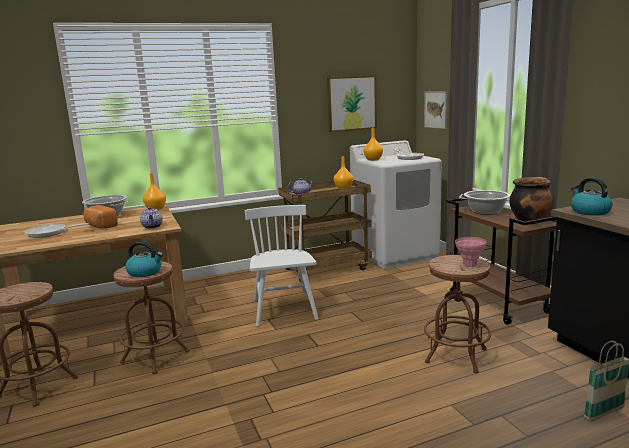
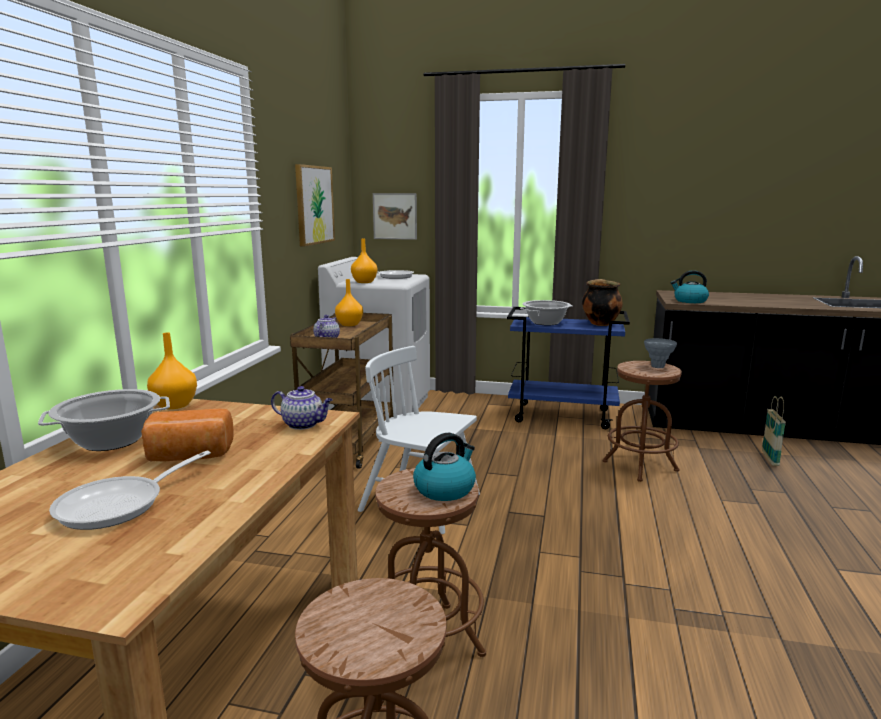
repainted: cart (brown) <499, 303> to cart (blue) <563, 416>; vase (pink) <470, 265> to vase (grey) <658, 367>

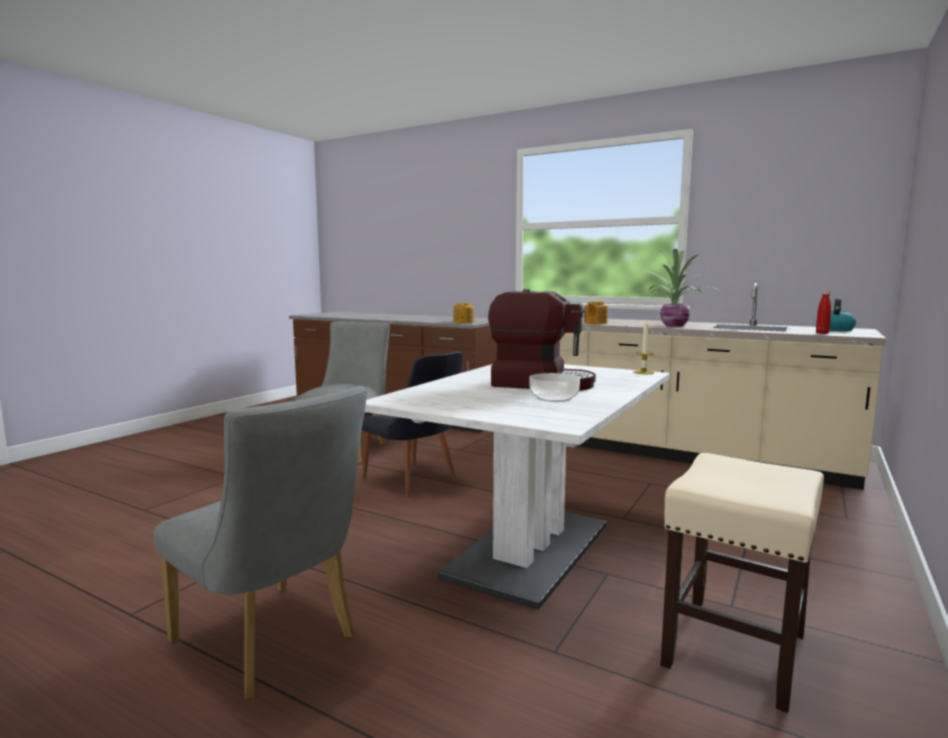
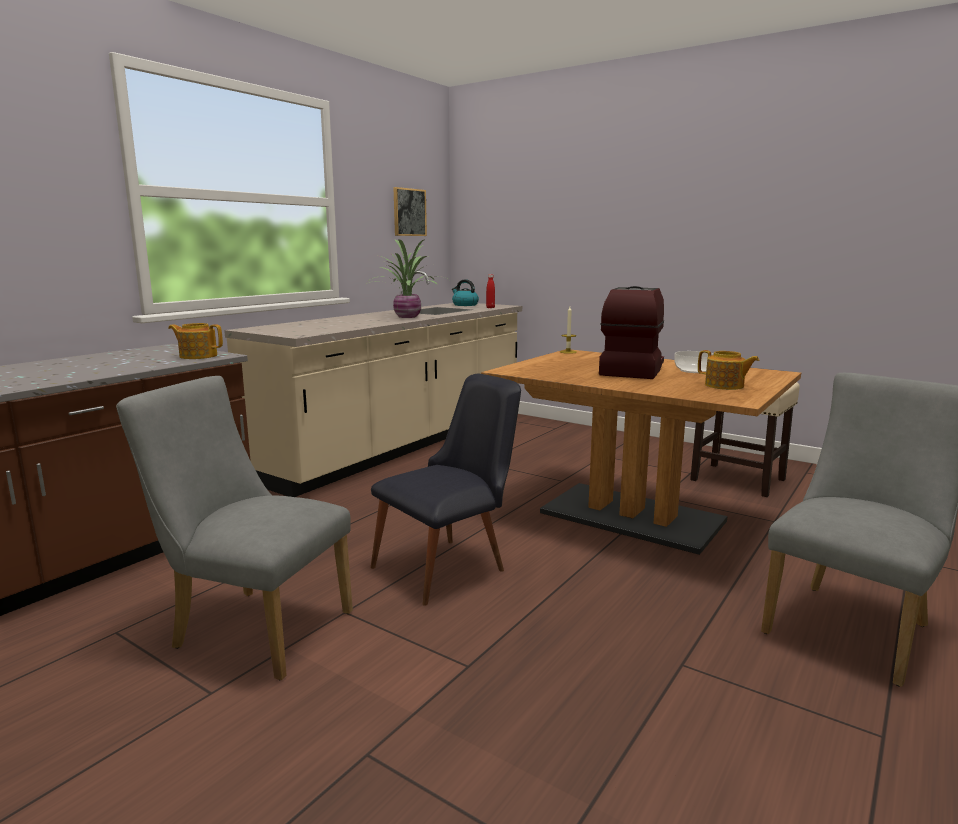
new: picture <409, 212>
shifted: teapot <594, 323> to <725, 386>
repainted: dining table (white) <530, 550> to dining table (brown) <631, 517>

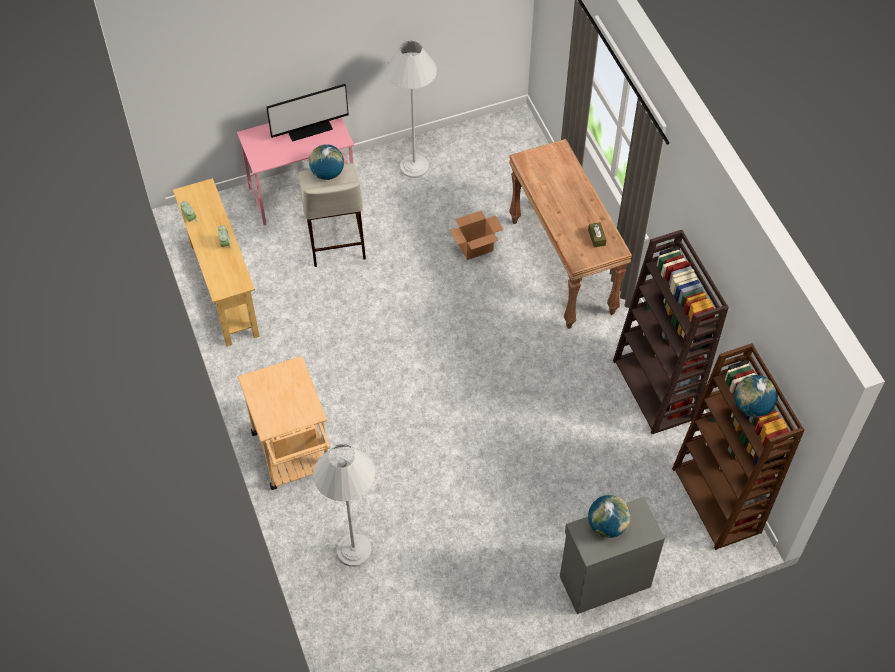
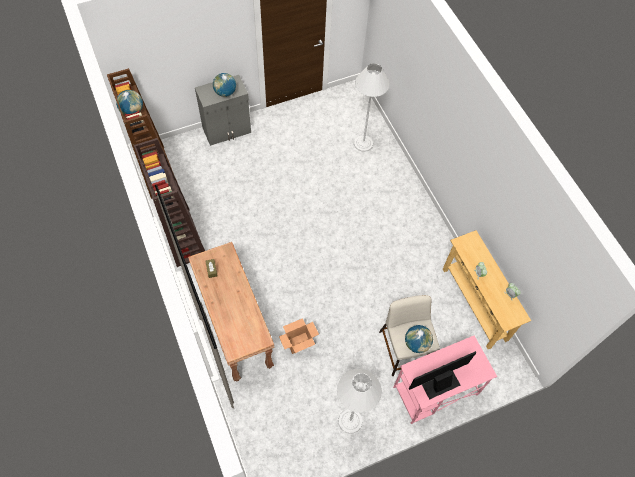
gone: cart (beige) <294, 458>

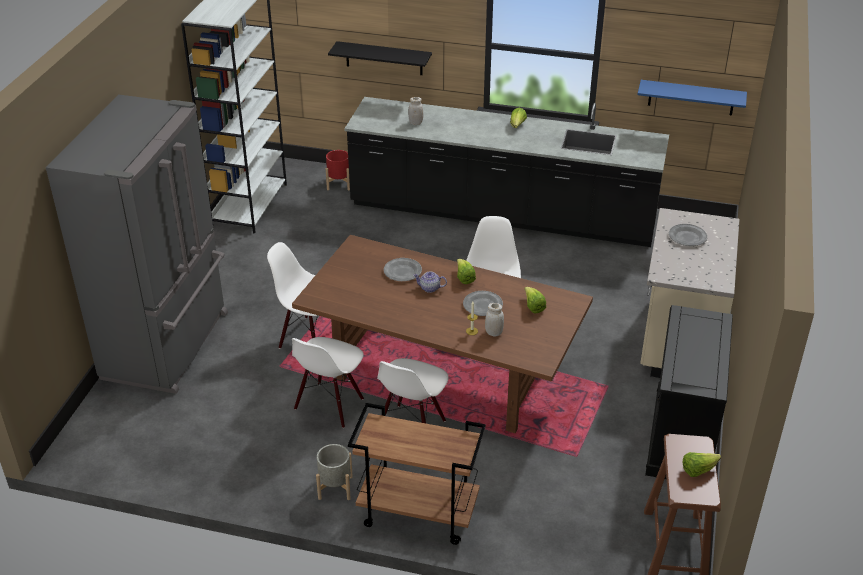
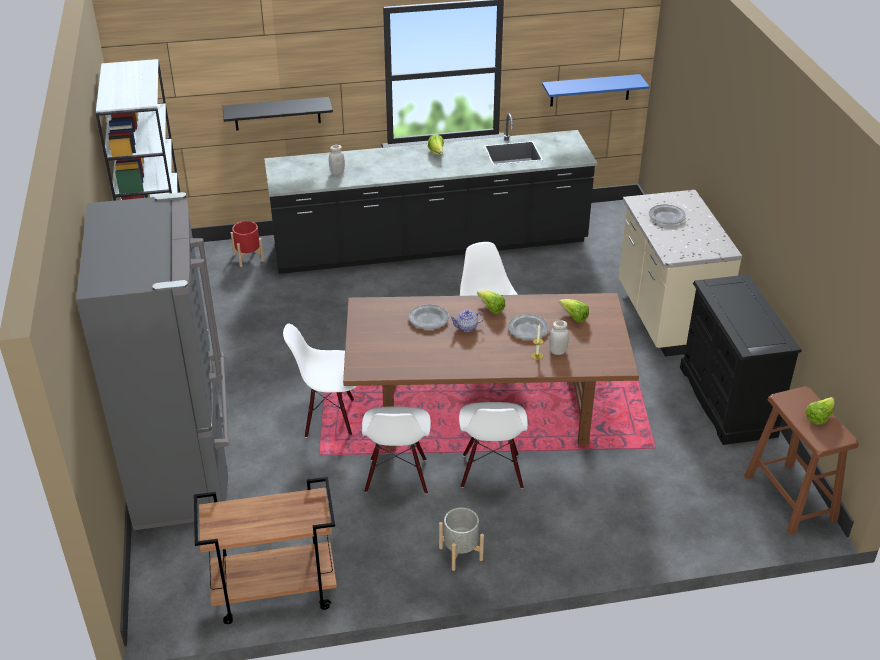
shifted: cart (brown) <417, 514> to <273, 593>

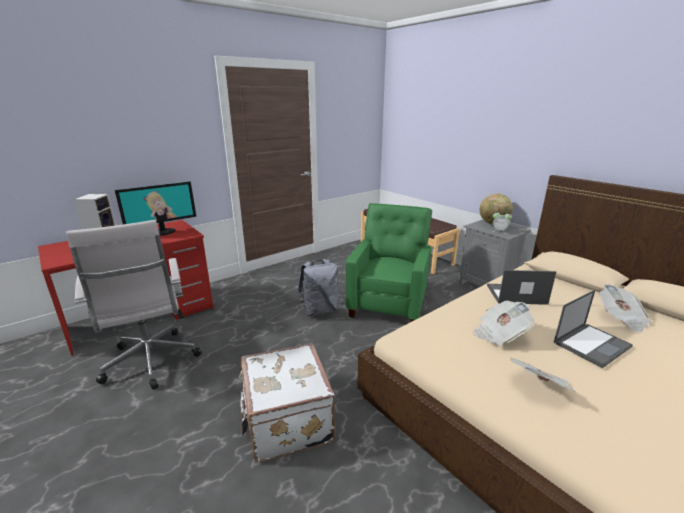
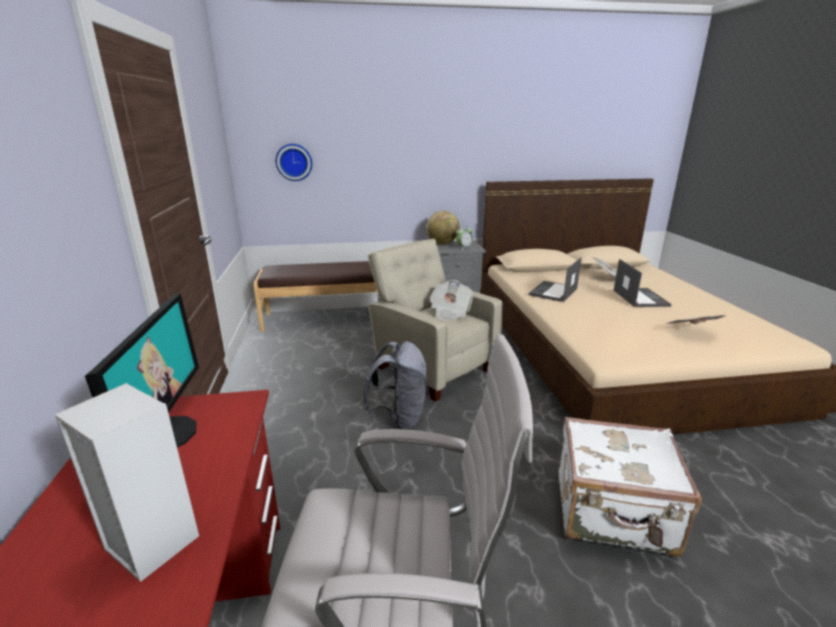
new: wall clock <294, 162>
shifted: newspaper <499, 334> to <450, 312>
repainted: armchair (green) <389, 303> to armchair (beige) <432, 367>

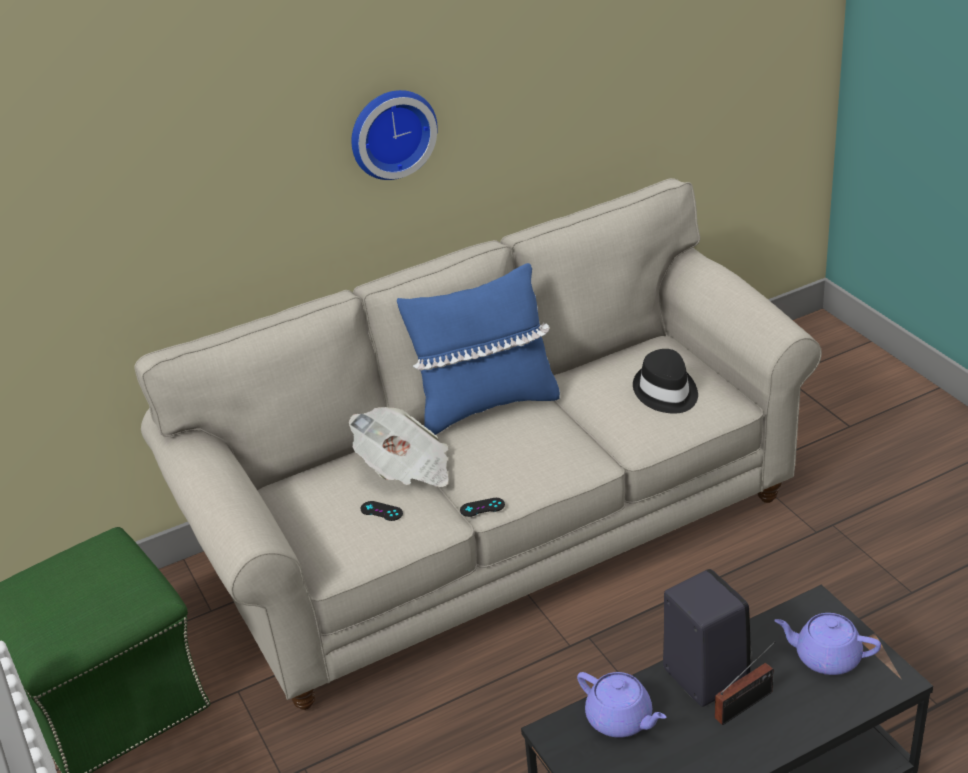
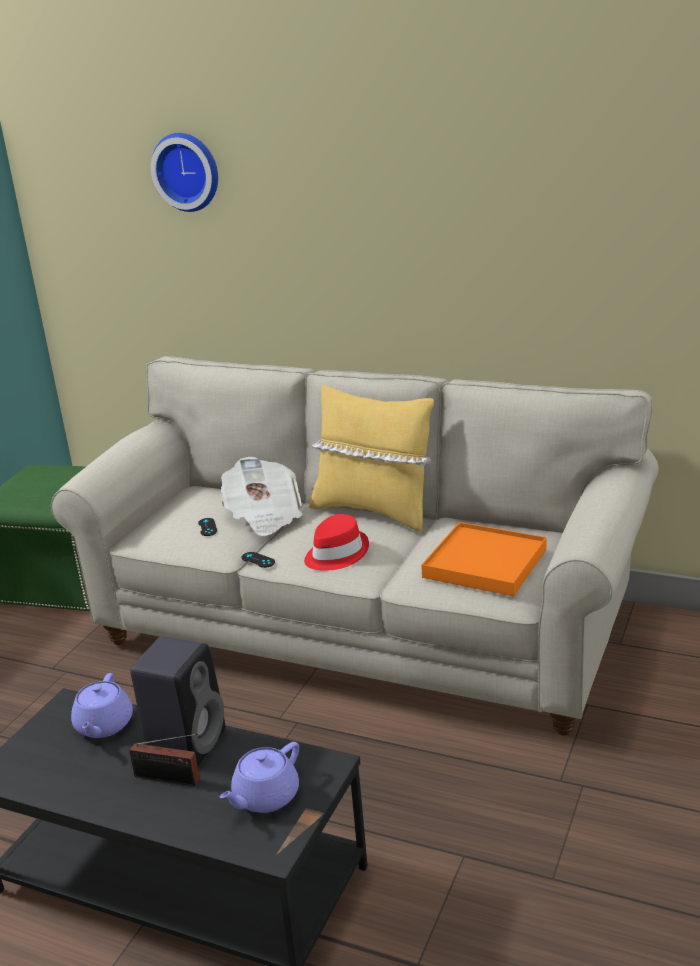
new: hat (red) <336, 554>
shifted: wall clock <391, 132> to <188, 171>
swapped: hat (black) <666, 392> to tray (orange) <484, 563>
repainted: pillow (blue) <485, 406> to pillow (yellow) <373, 511>
rotated: teapot (purple) <826, 657> = <265, 797> 120 degrees counterclockwise

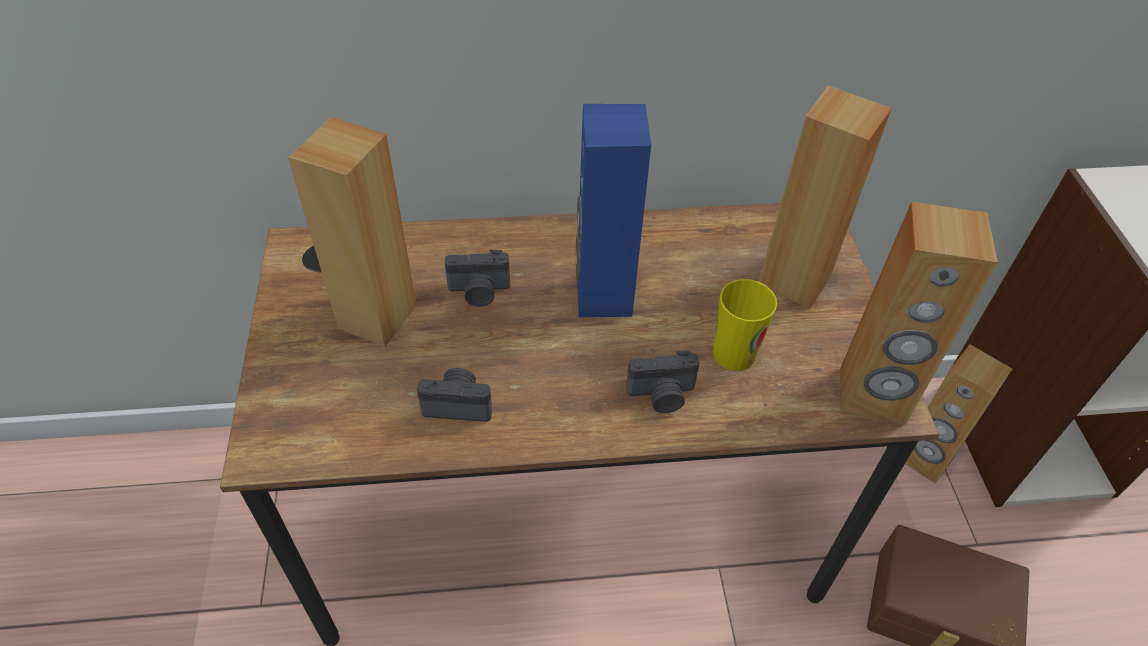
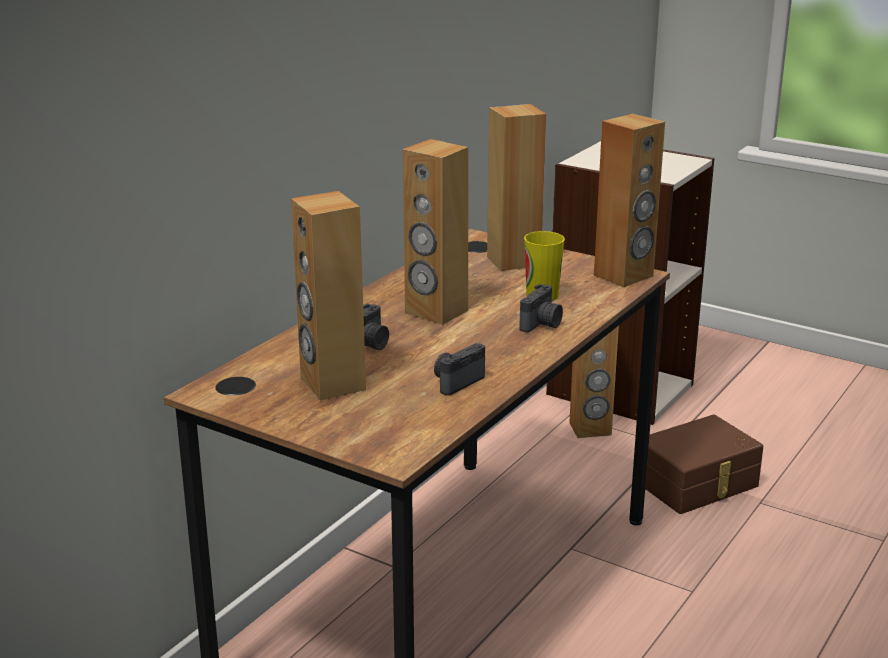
repainted: speaker (blue) <602, 295> to speaker (brown) <436, 312>

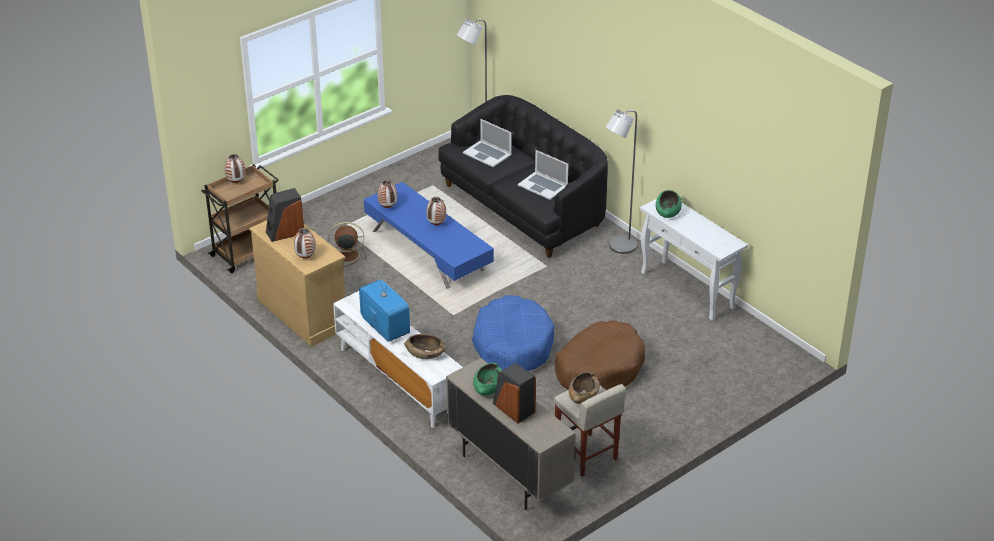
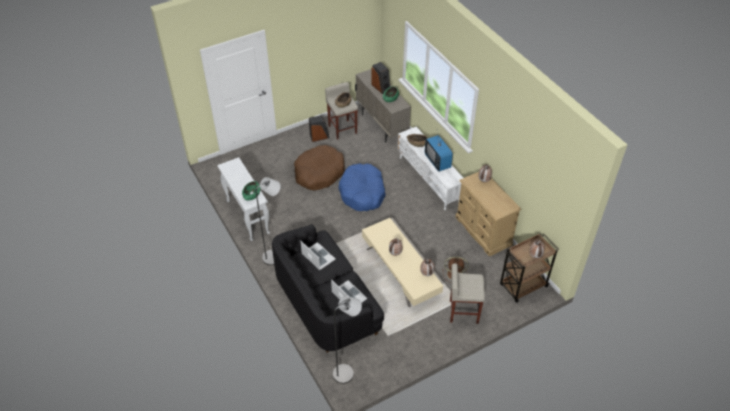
new: stool (beige) <463, 311>
shifted: speaker <285, 232> to <319, 136>
repainted: coffee table (blue) <429, 251> to coffee table (beige) <400, 271>

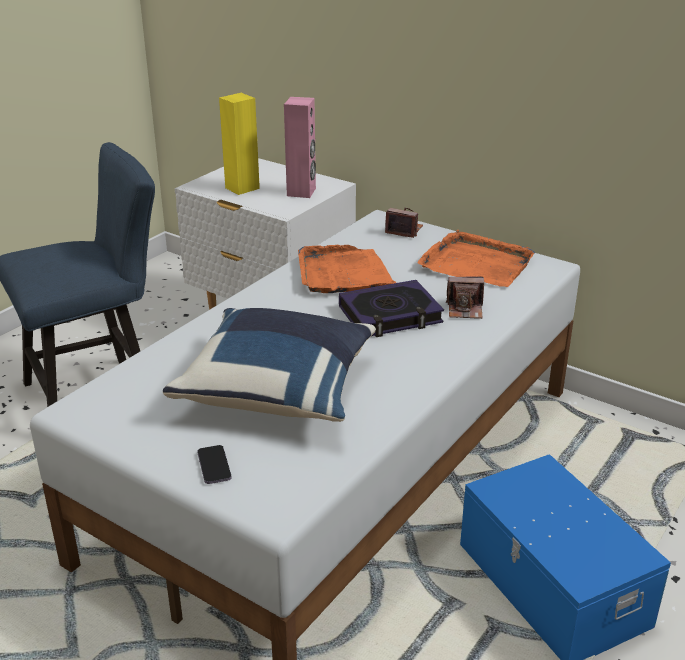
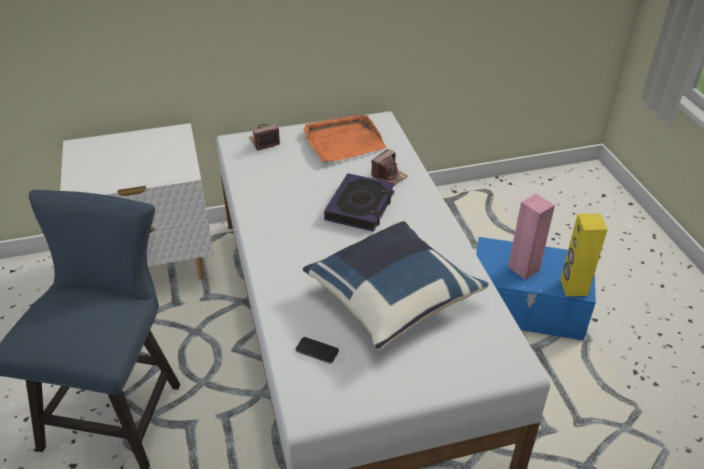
gone: tray (orange) <343, 274>
shifted: phone <214, 466> to <317, 351>; speaker (pink) <302, 192> to <523, 268>; speaker (yellow) <242, 188> to <573, 287>

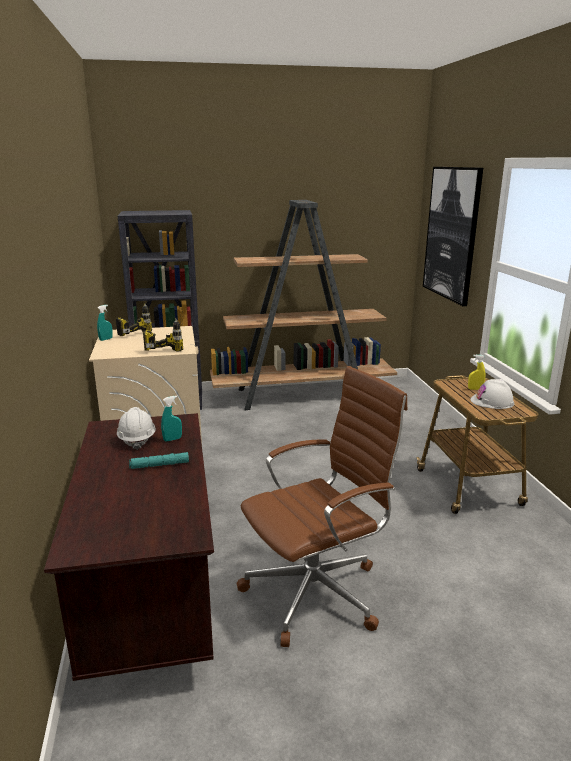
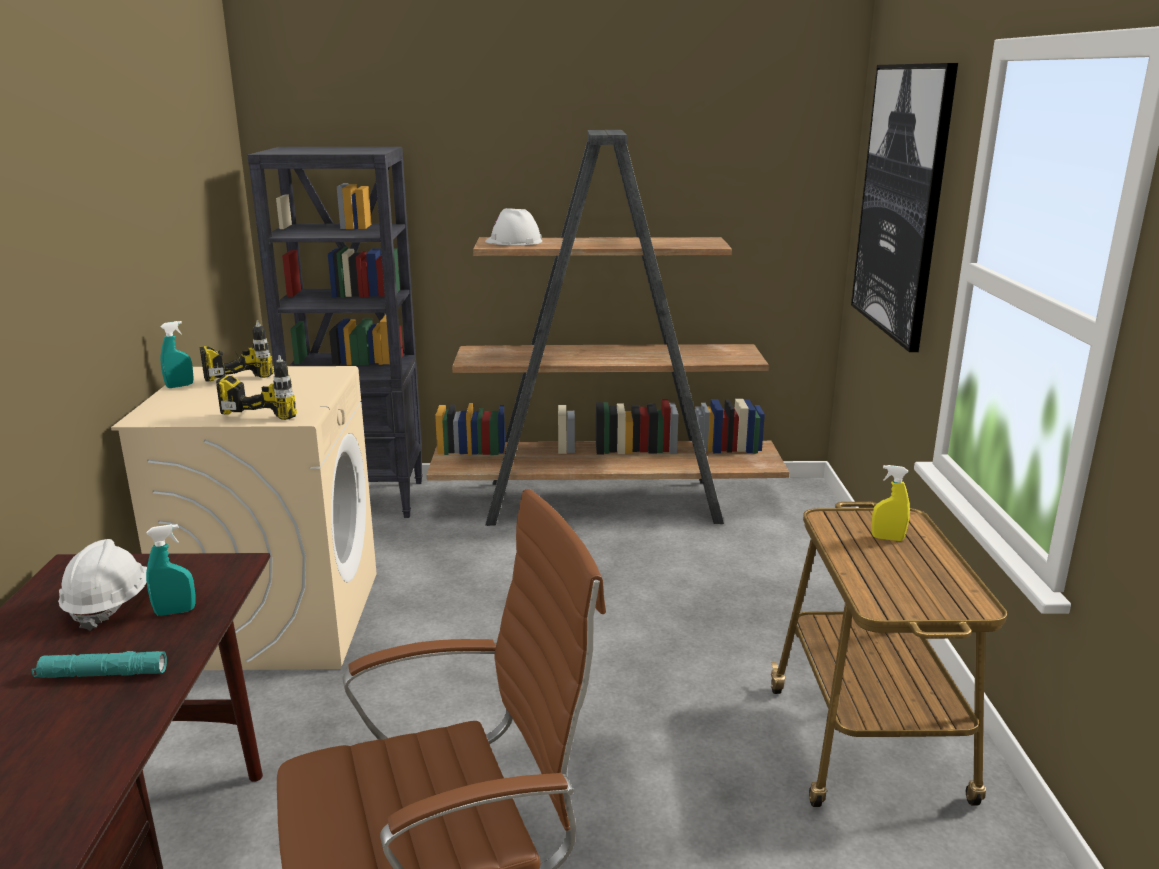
shifted: hard hat (white) <492, 401> to <513, 241>

